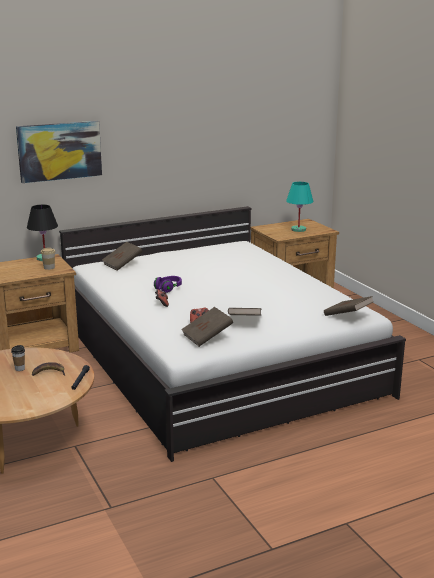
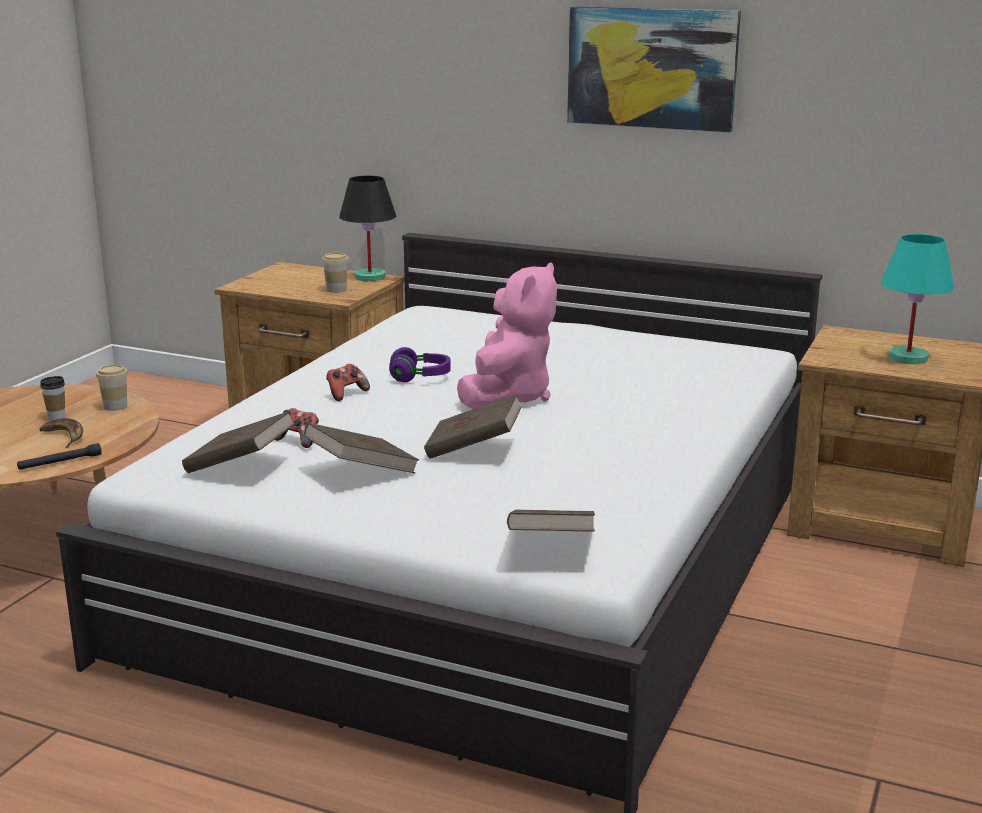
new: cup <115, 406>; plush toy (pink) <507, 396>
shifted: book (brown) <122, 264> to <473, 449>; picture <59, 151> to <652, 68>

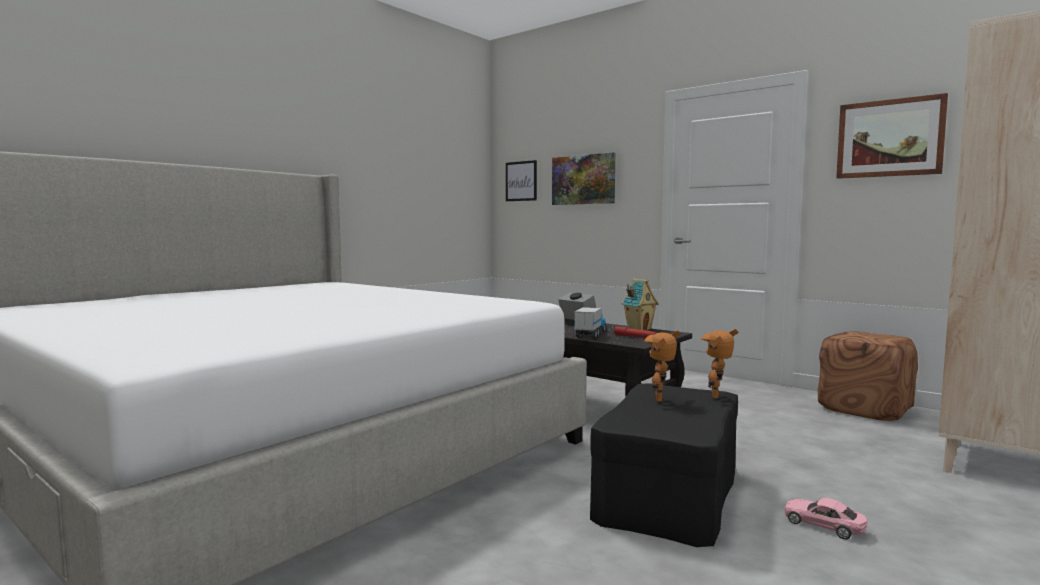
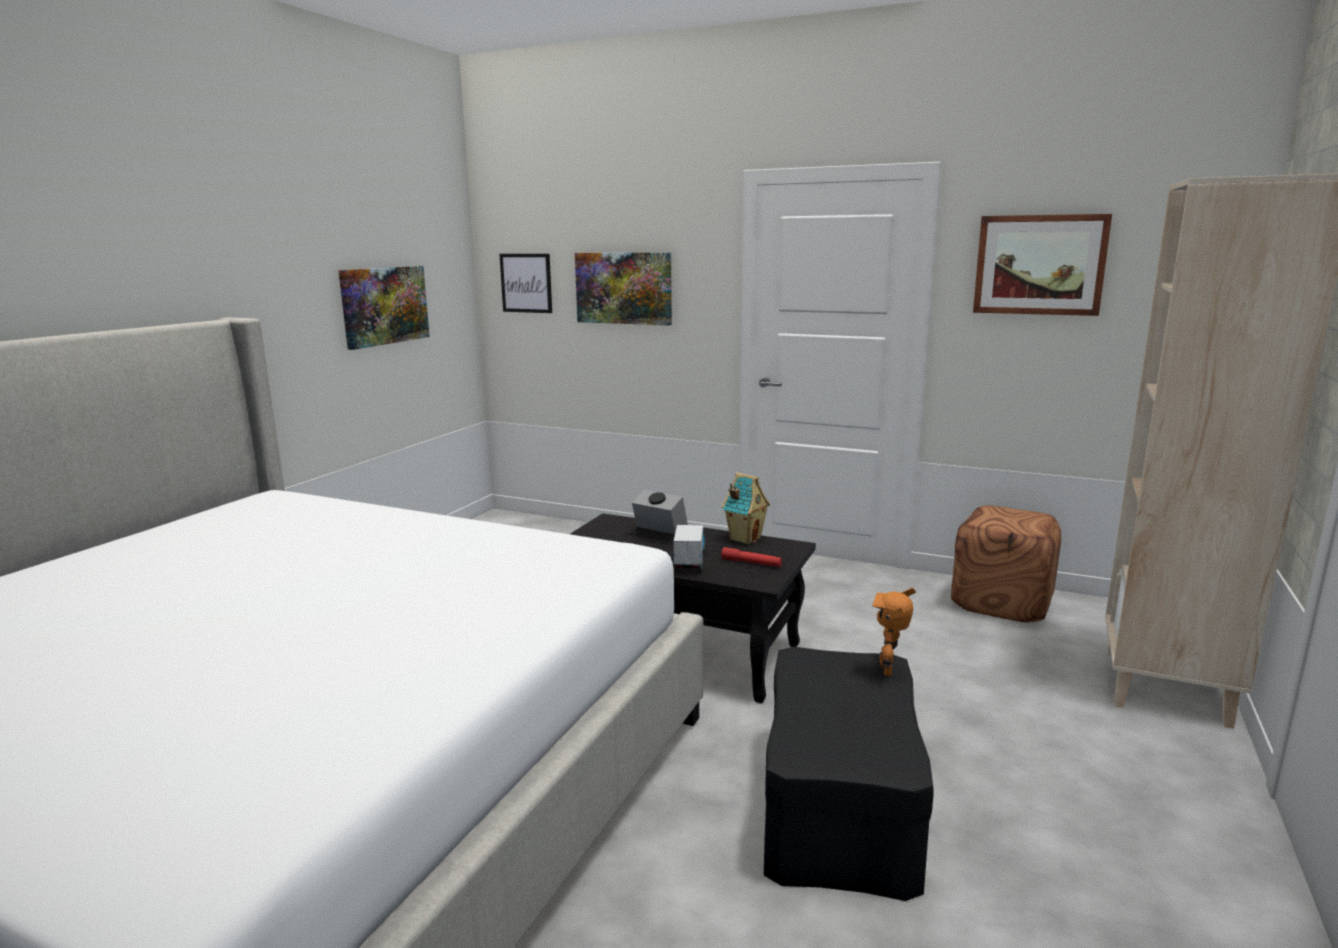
gone: toy robot <661, 399>; toy car (pink) <823, 525>
new: picture <384, 305>

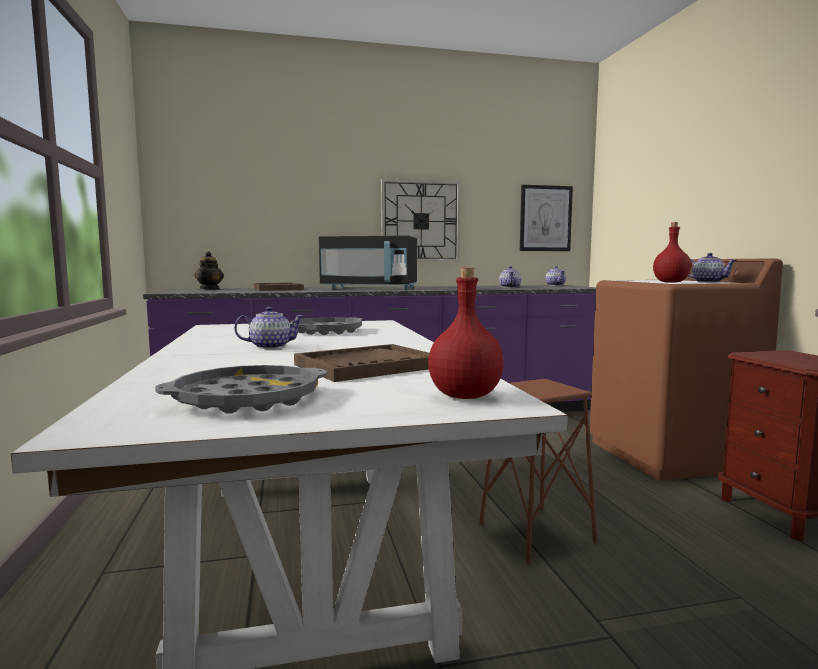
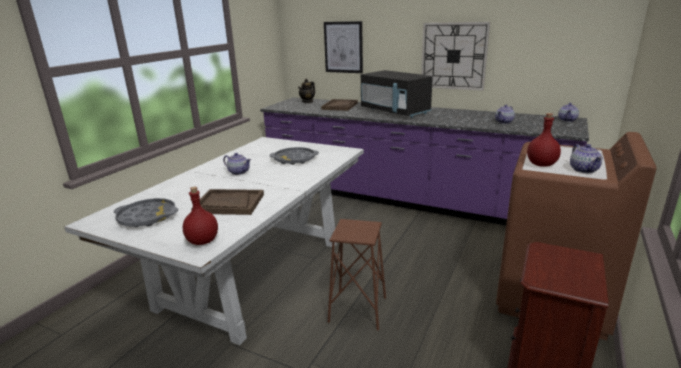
shifted: picture <545, 218> to <343, 47>

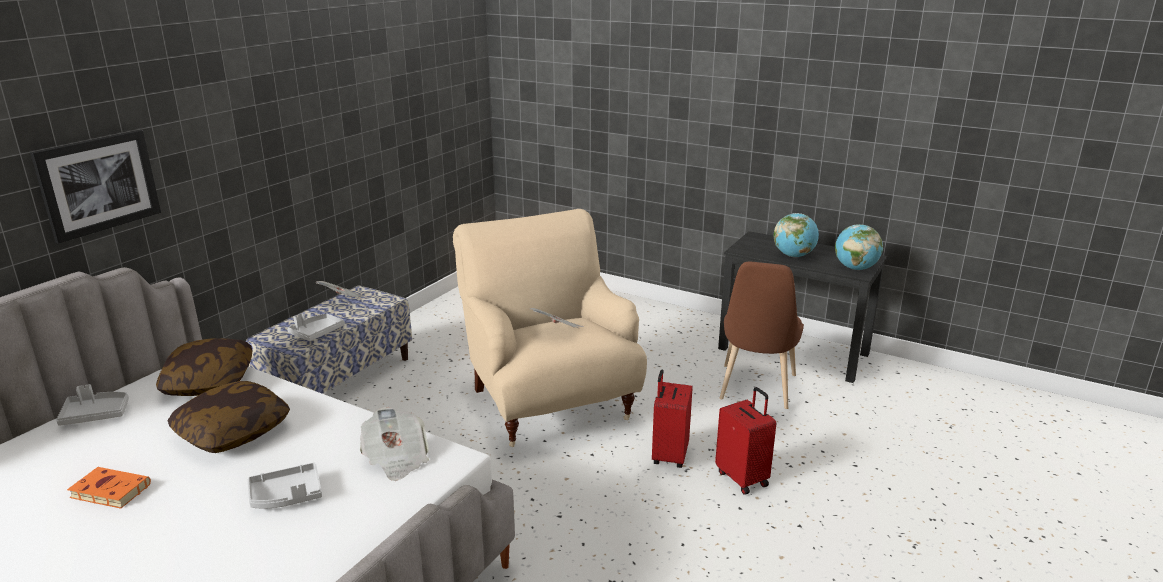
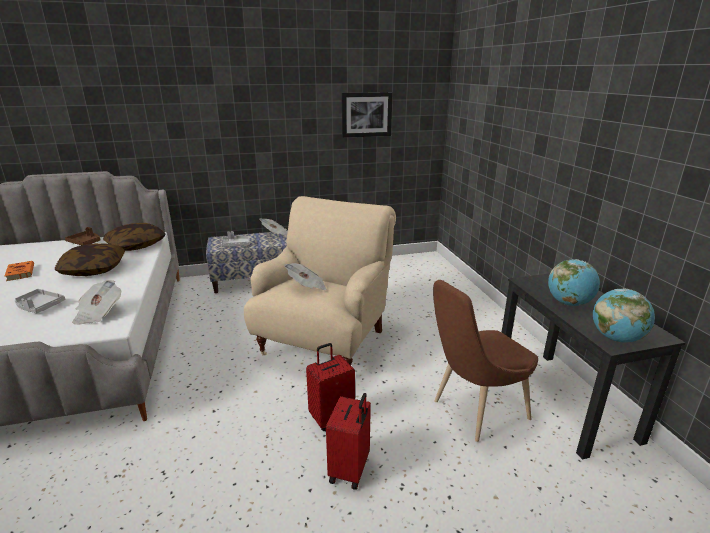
shifted: picture <98, 184> to <366, 114>
repainted: tray (grey) <96, 414> to tray (brown) <85, 242>

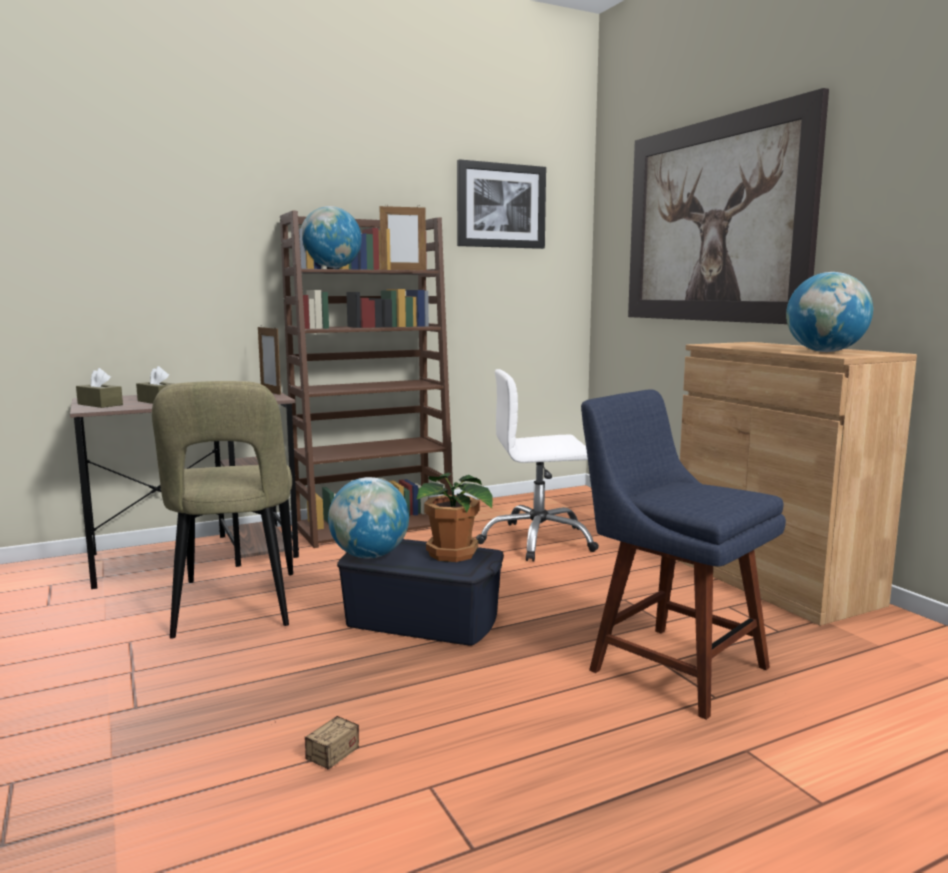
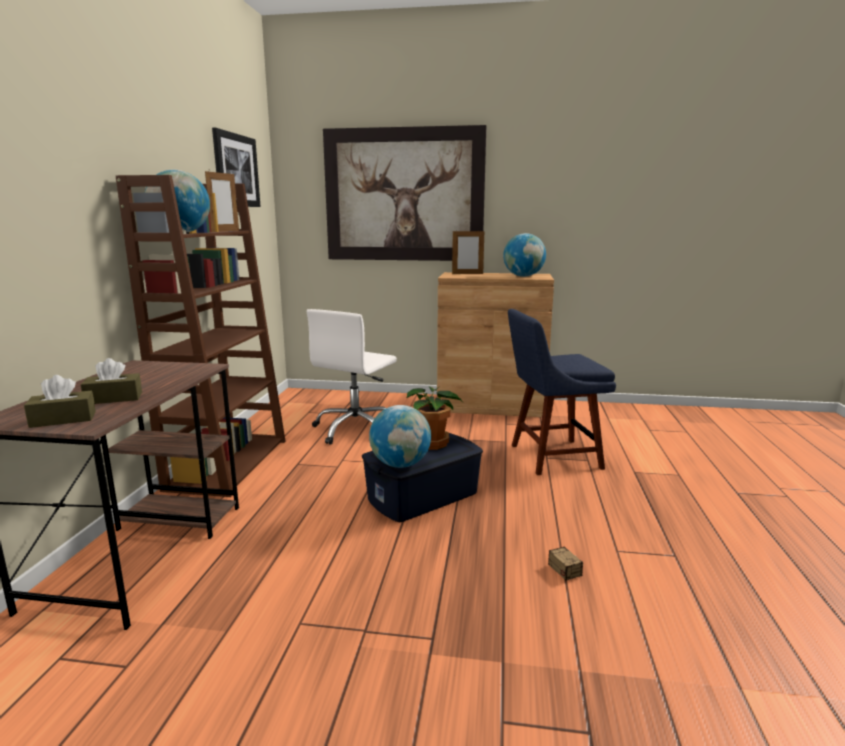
gone: chair (beige) <235, 607>
shifted: picture frame <270, 392> to <467, 274>

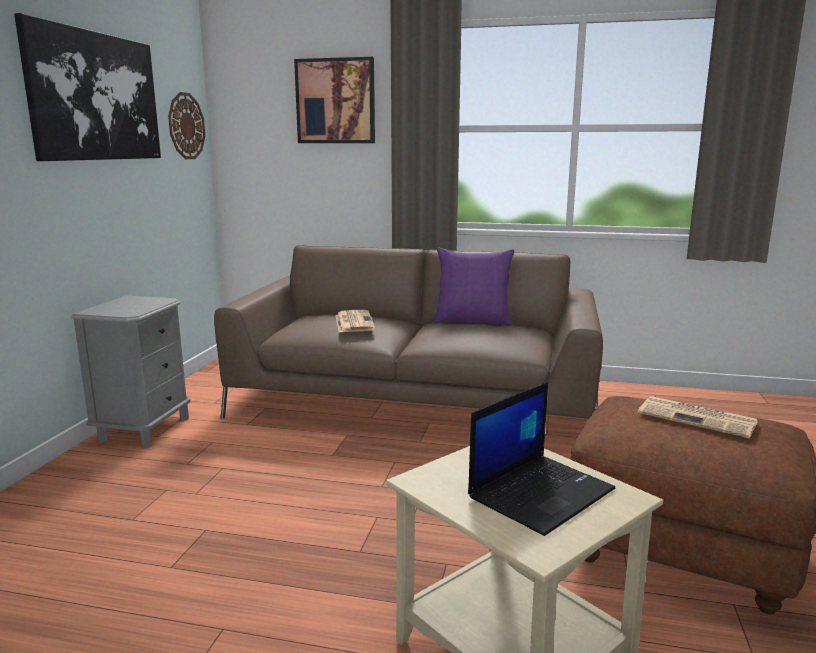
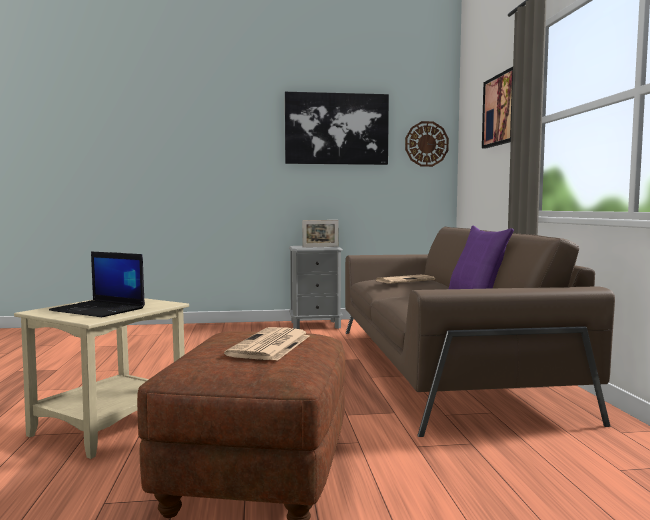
new: picture frame <320, 247>

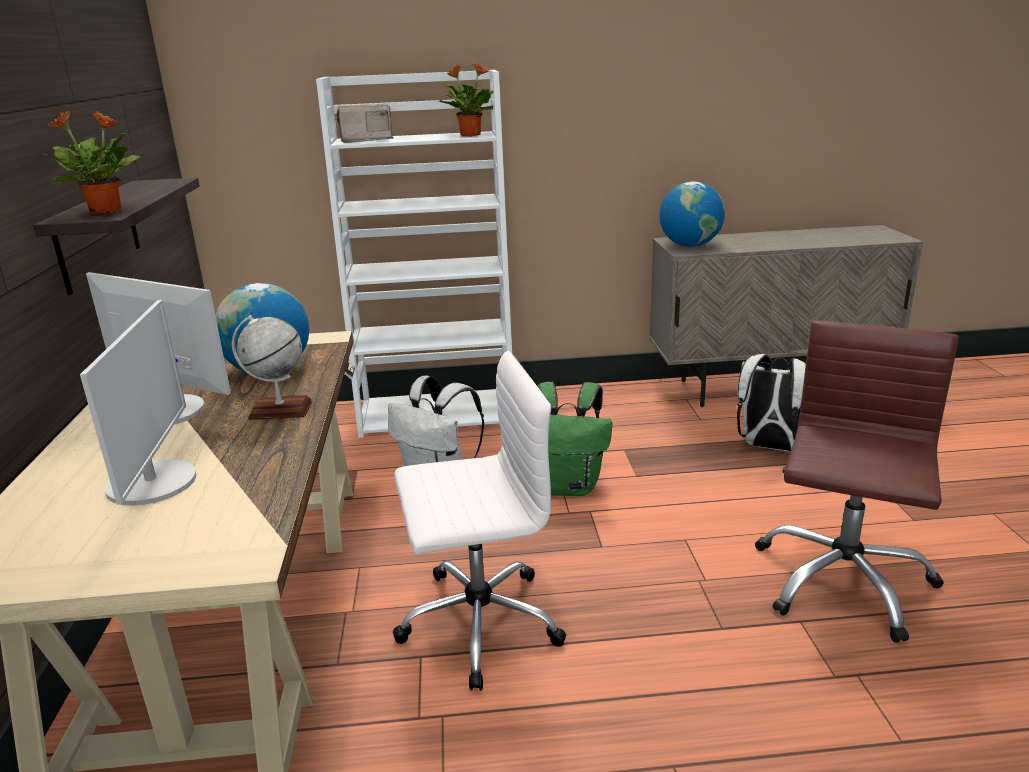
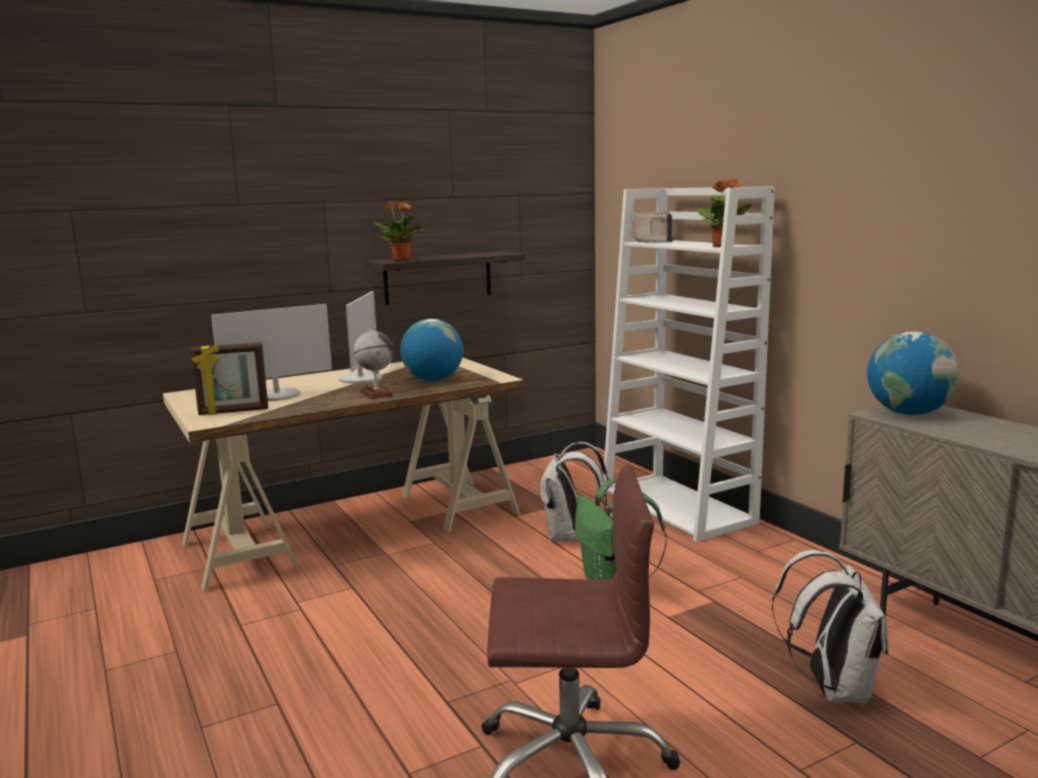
gone: office chair (white) <477, 623>
new: picture frame <233, 412>

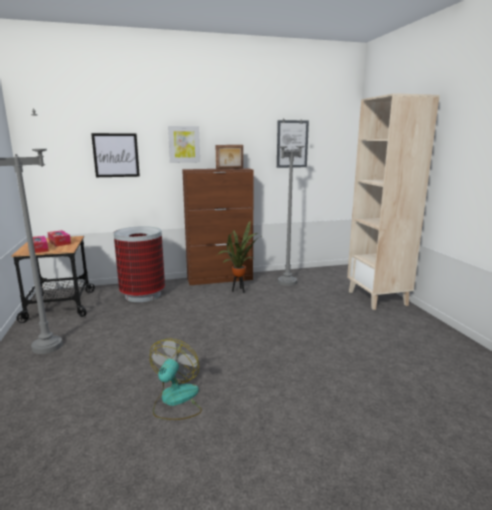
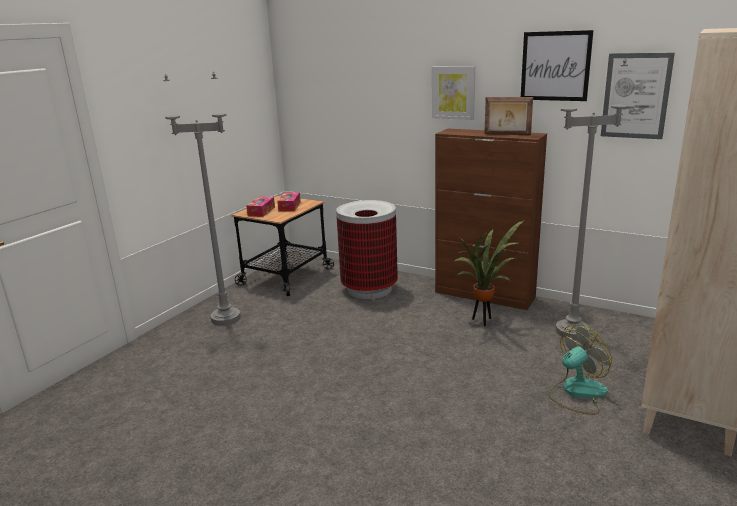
shifted: picture <116, 155> to <555, 66>; fan <175, 401> to <576, 392>

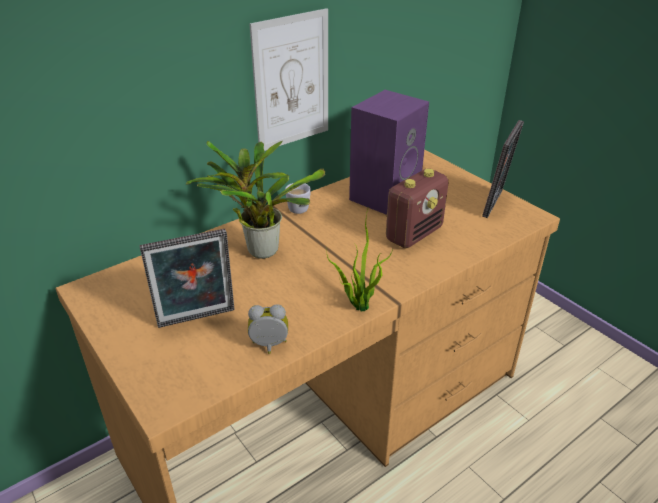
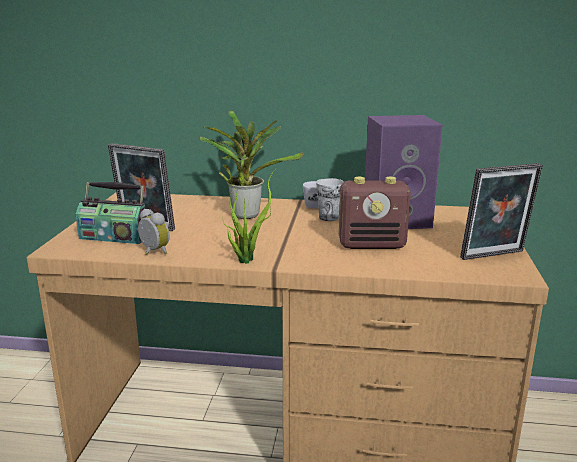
gone: picture <291, 81>
new: radio <114, 237>; cup <329, 217>

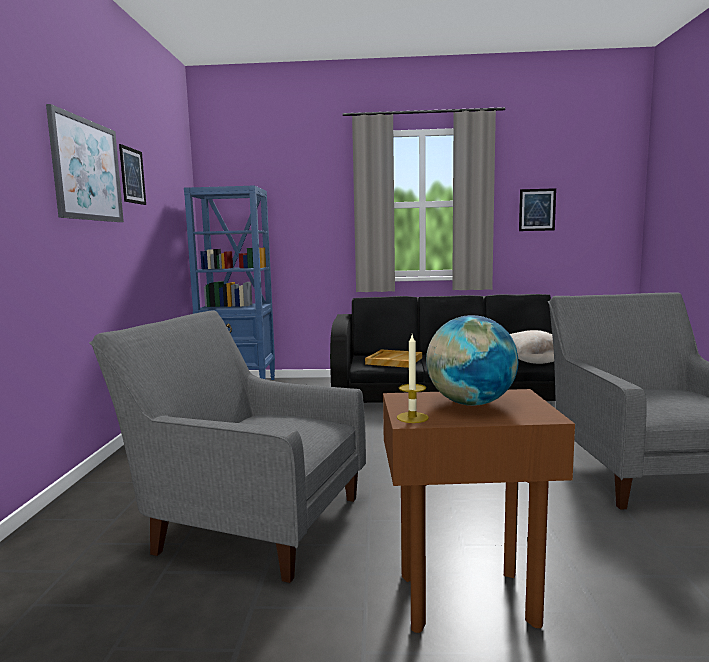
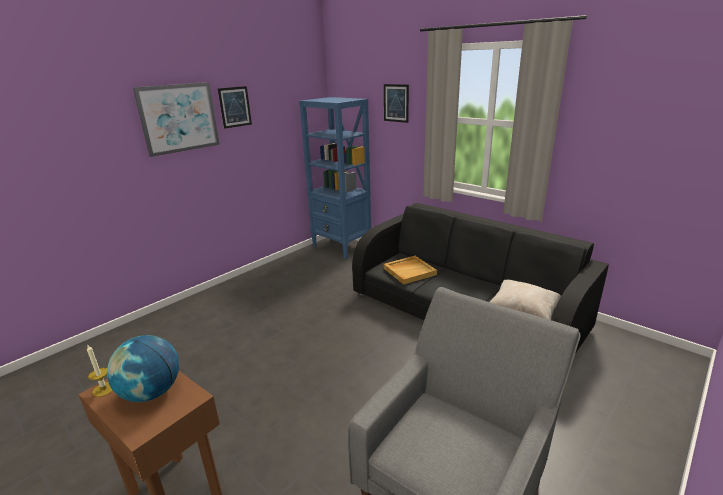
gone: armchair (grey) <249, 520>
shifted: picture <537, 210> to <396, 103>

